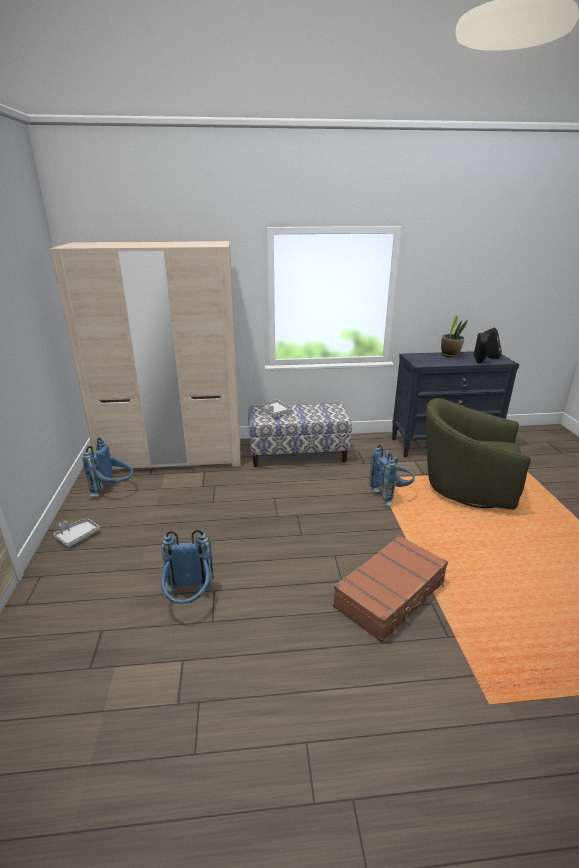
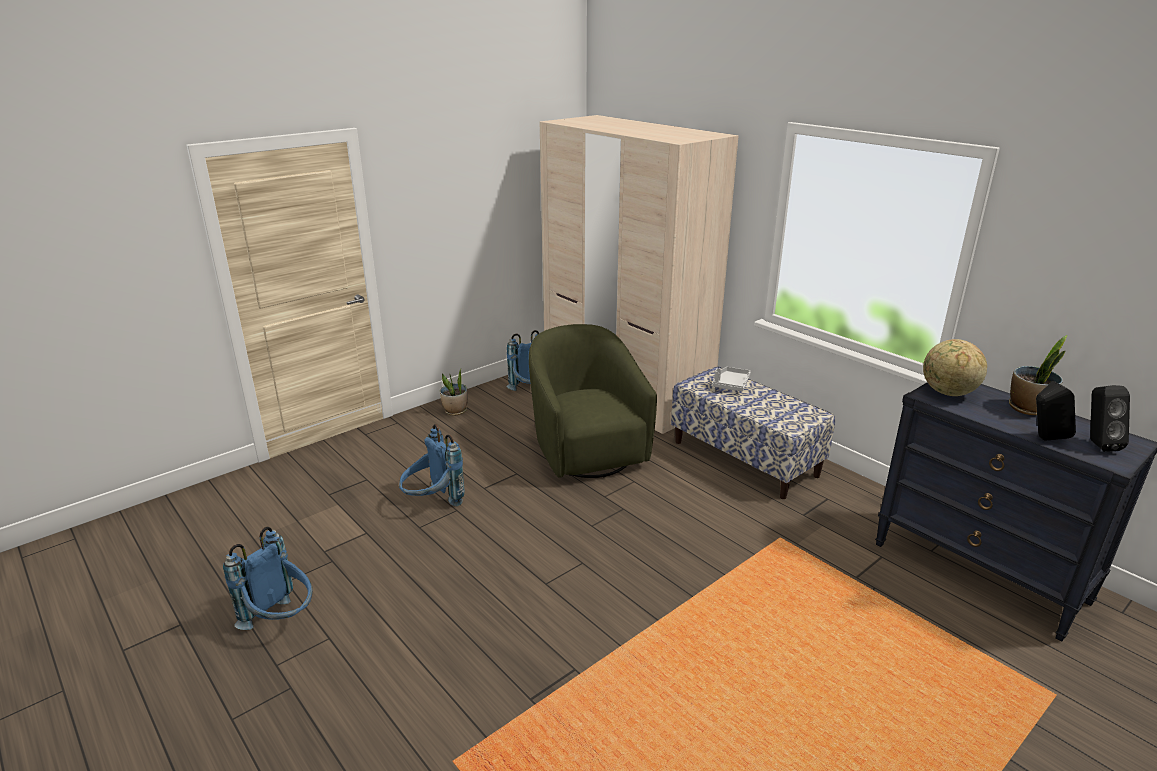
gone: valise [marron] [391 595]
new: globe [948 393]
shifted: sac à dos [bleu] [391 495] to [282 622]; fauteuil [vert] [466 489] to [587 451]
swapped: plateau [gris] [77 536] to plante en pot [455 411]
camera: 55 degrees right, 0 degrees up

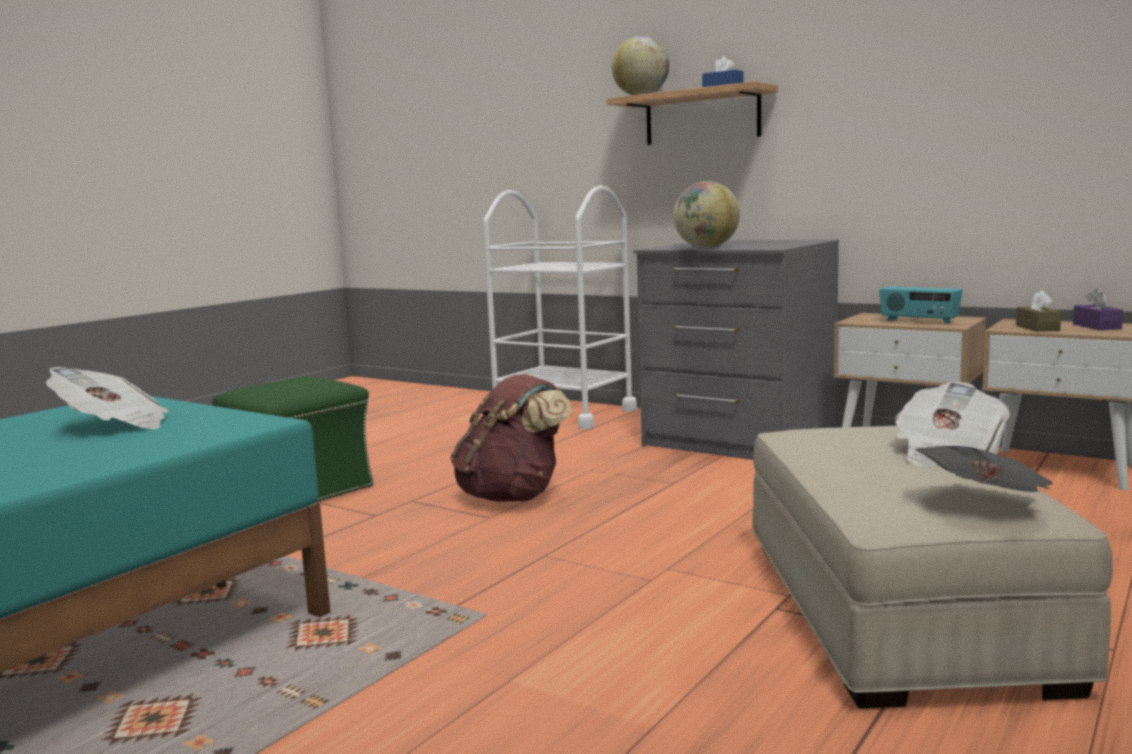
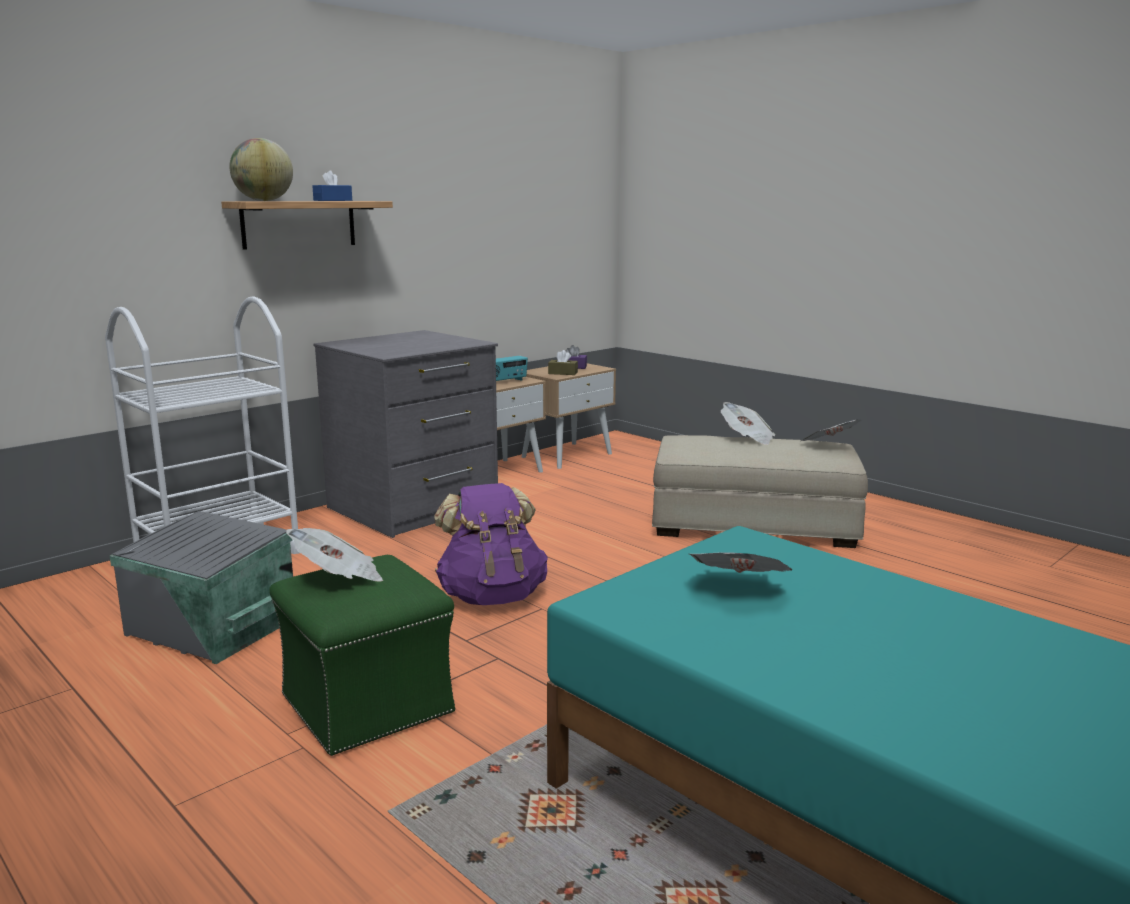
gone: globe [706 247]
new: boîte de rangement [gris] [211 627]; journal [338 577]
repainted: sac à dos [marron] [513 496] to sac à dos [violet] [492 596]
camera: 80 degrees left, 5 degrees up

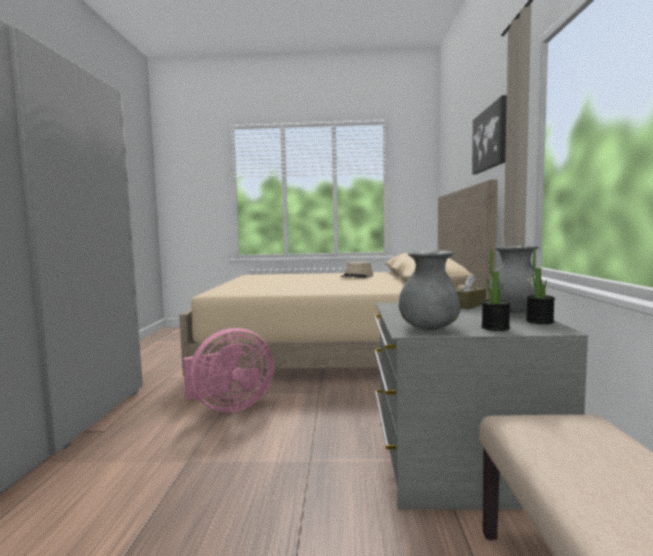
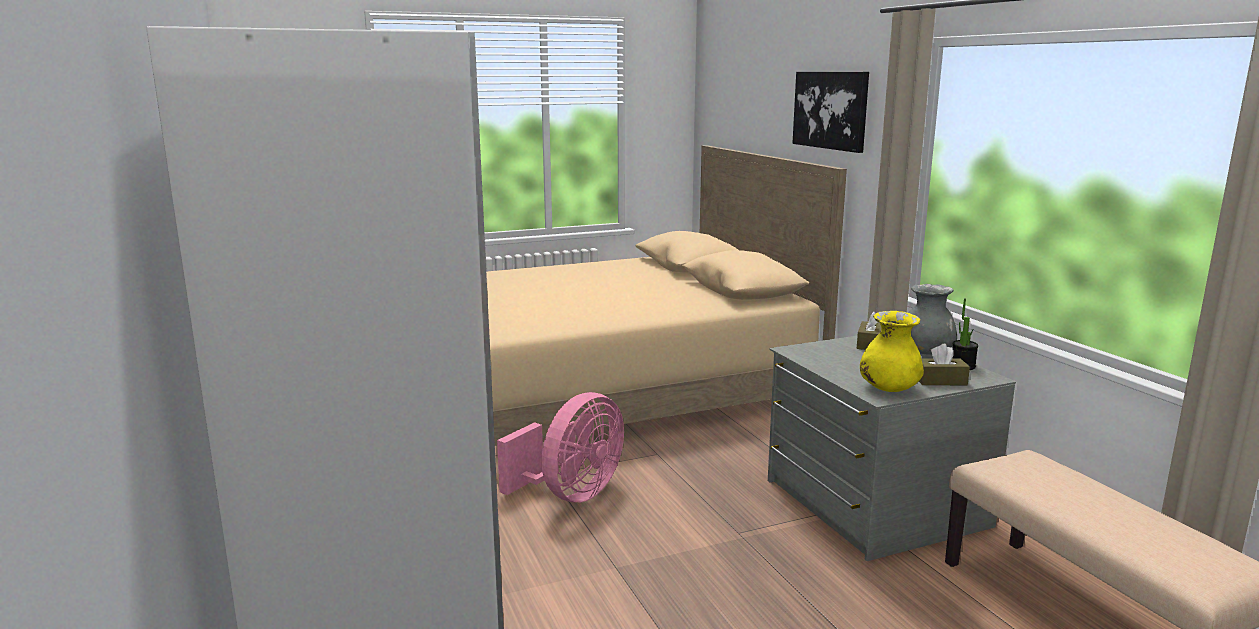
gone: chapeau [beige] [357 277]
swapped: plante en pot [495 328] to boîte à mouchoirs [marron] [940 381]
repainted: vase [gris] [429 328] to vase [jaune] [888 388]
camera: 25 degrees left, 10 degrees up

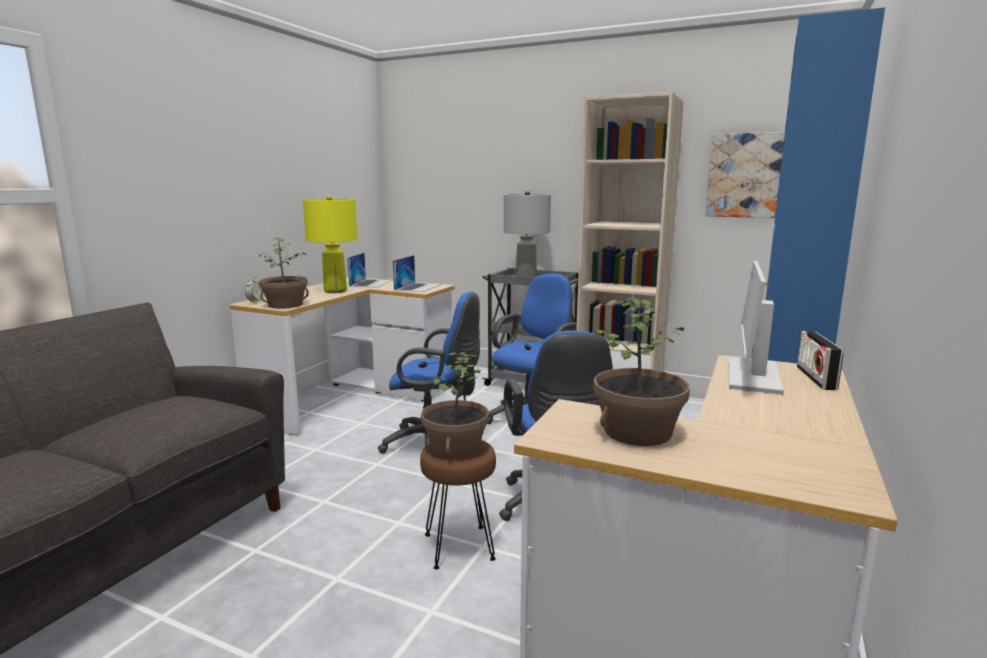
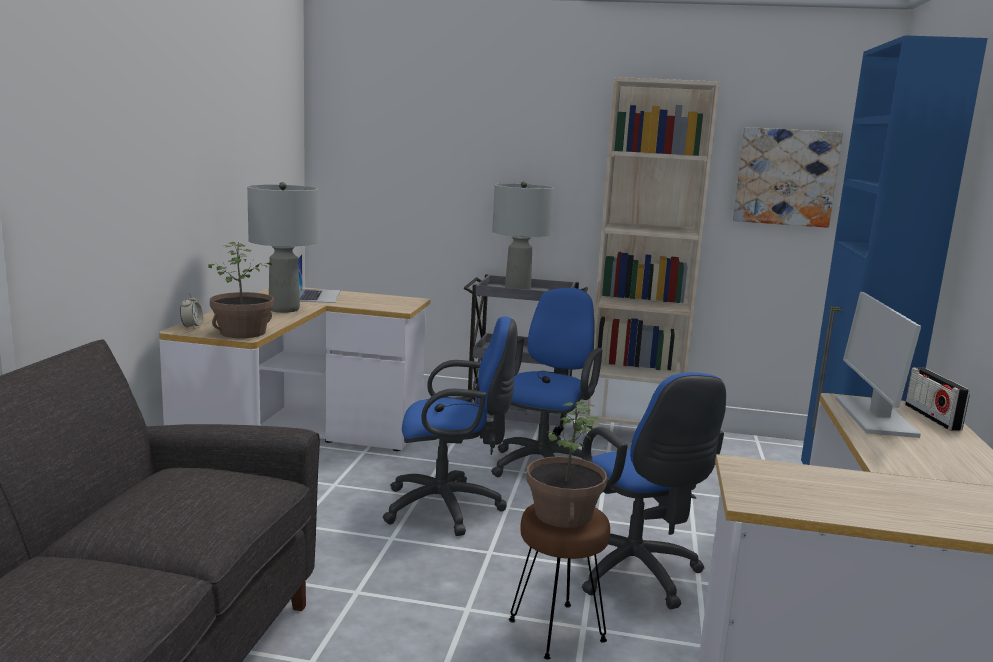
gone: ordinateur portable [418 287]; plante en pot [638 432]
repainted: lampe de table [jaune] [335 291] to lampe de table [gris] [283 309]
camera: 15 degrees left, 0 degrees up

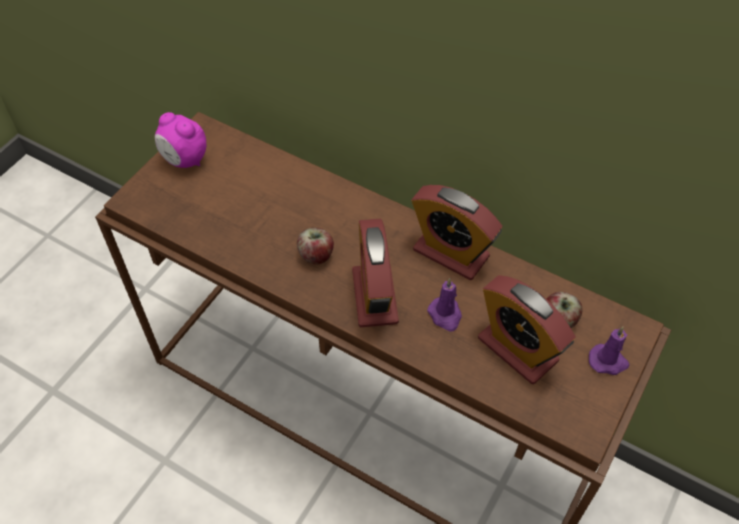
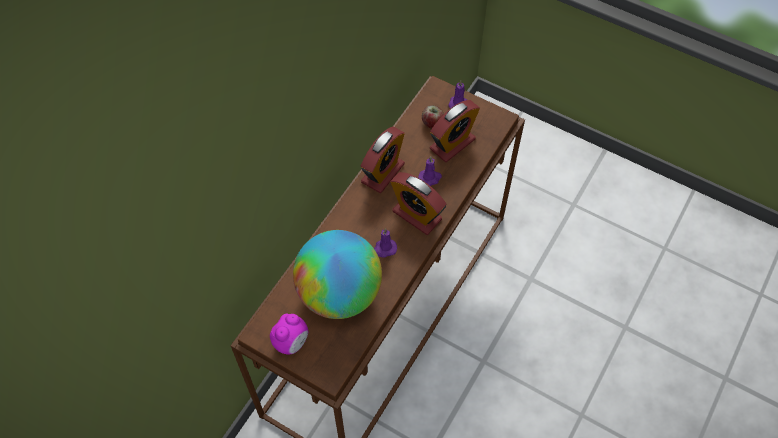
new: globe [339 293]
swapped: pomme [316 255] to bougie [violet] [384 249]
rotated: réveil [374 296] = [417 215] 45 degrees clockwise
camera: 90 degrees left, 5 degrees up

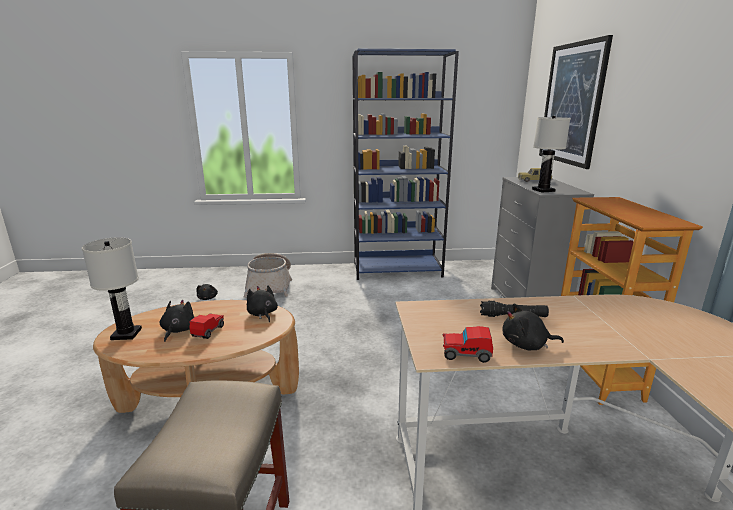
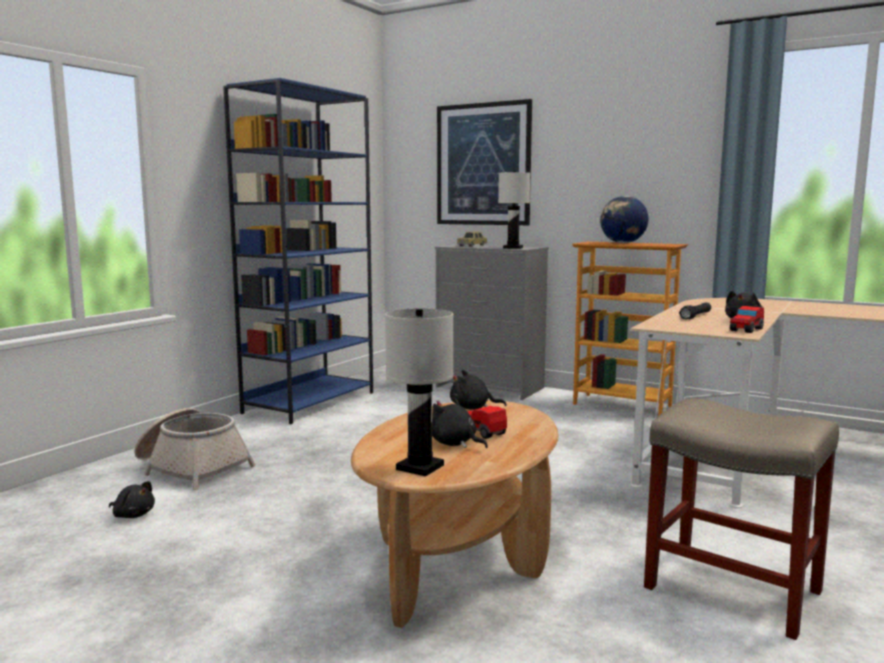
new: globe [623 243]
camera: 55 degrees left, 10 degrees down

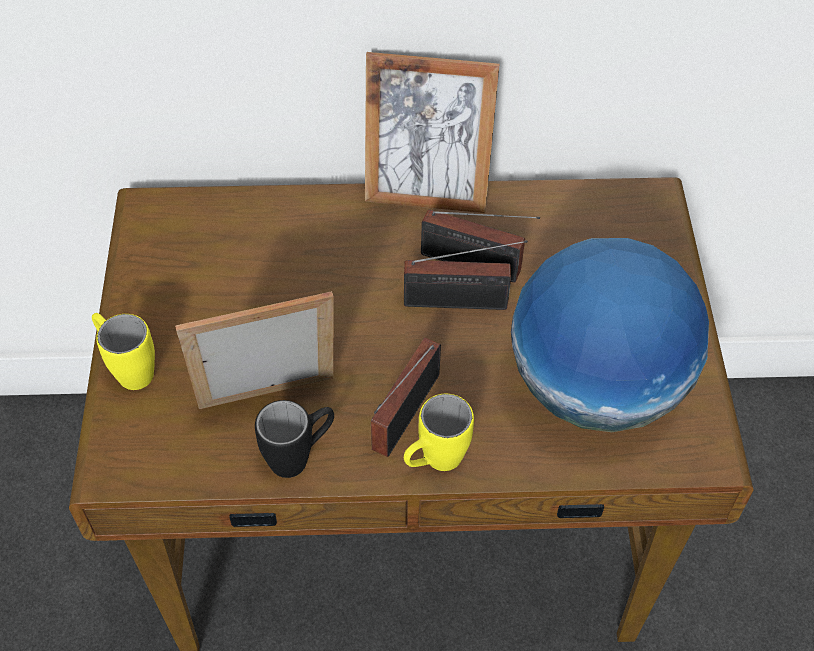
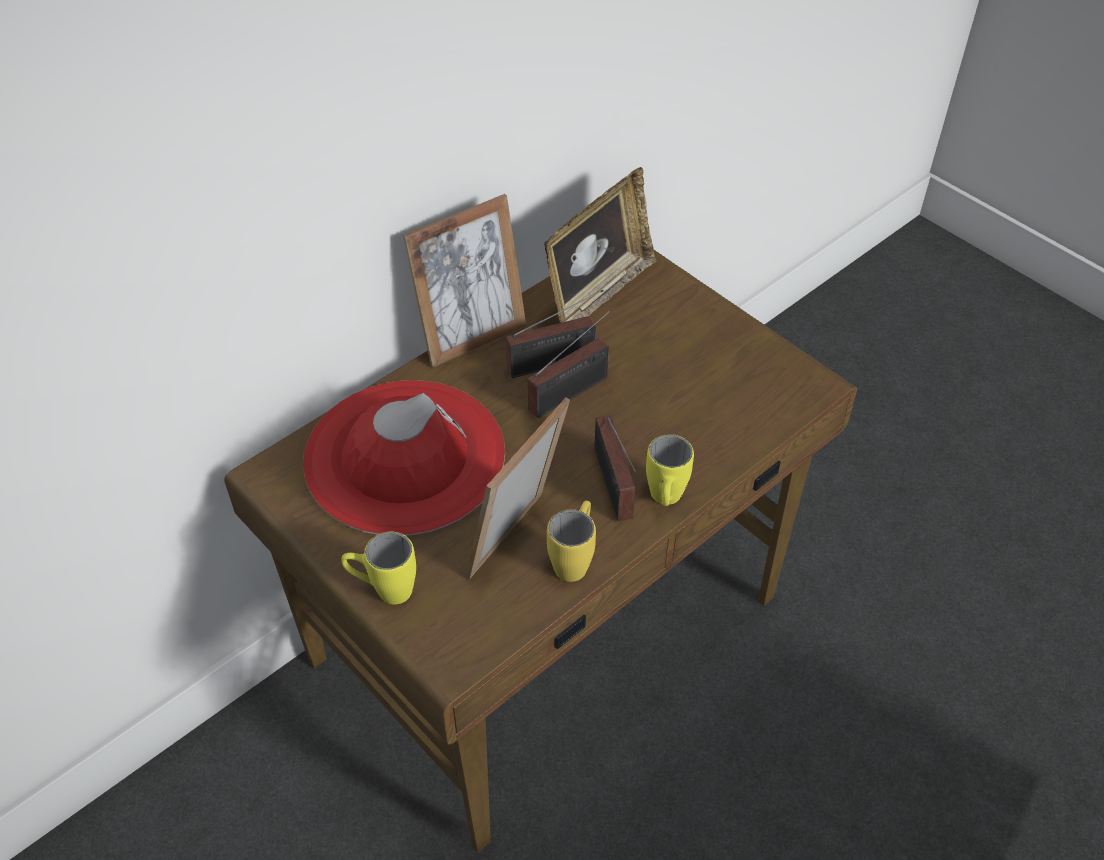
gone: globe [596 387]
new: chapeau [rouge] [404 456]; cadre photo [598 293]
repainted: mug [noir] [300 456] to mug [jaune] [574 559]
camera: 40 degrees left, 5 degrees down

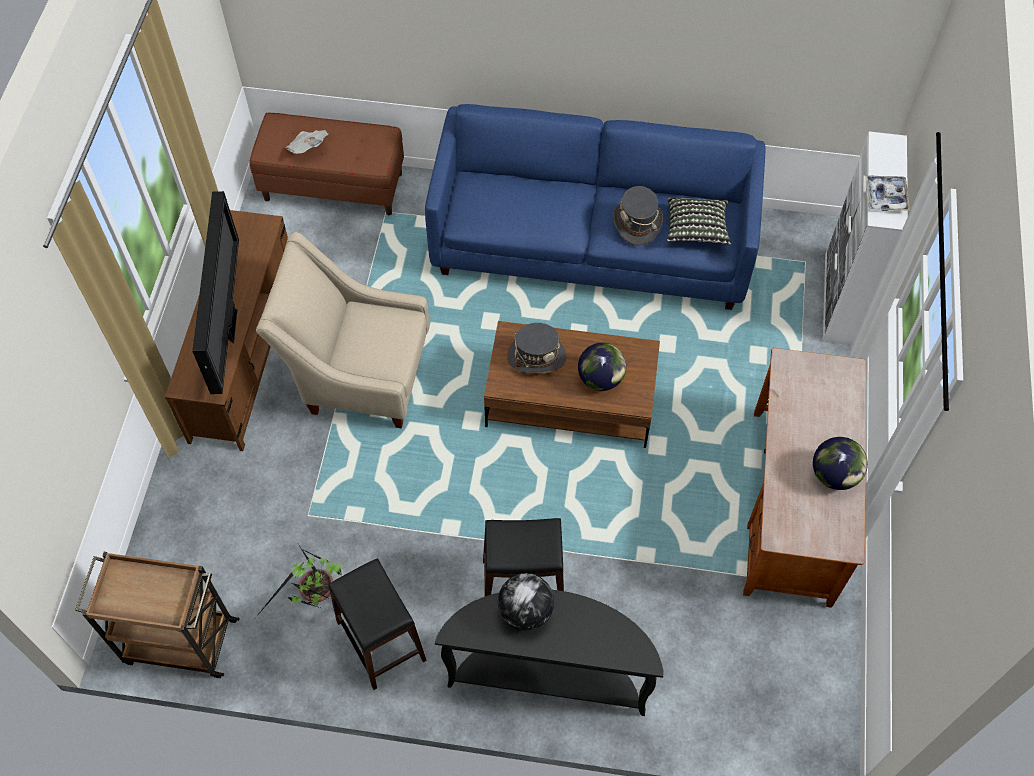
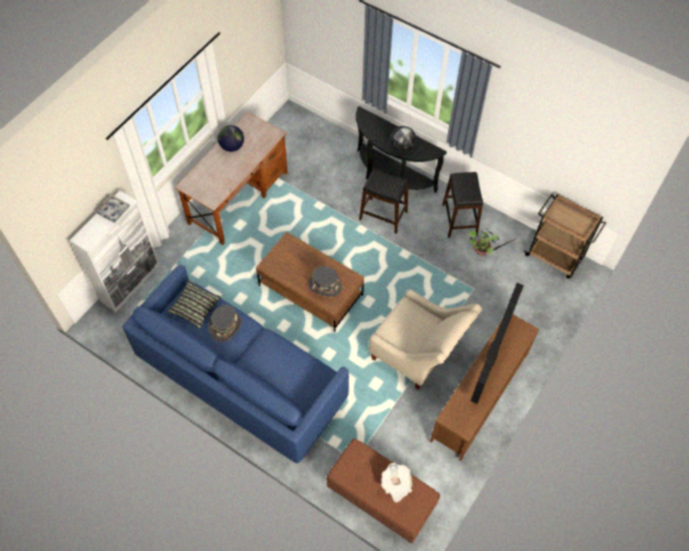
gone: globe [601 379]
camera: 155 degrees left, 0 degrees up

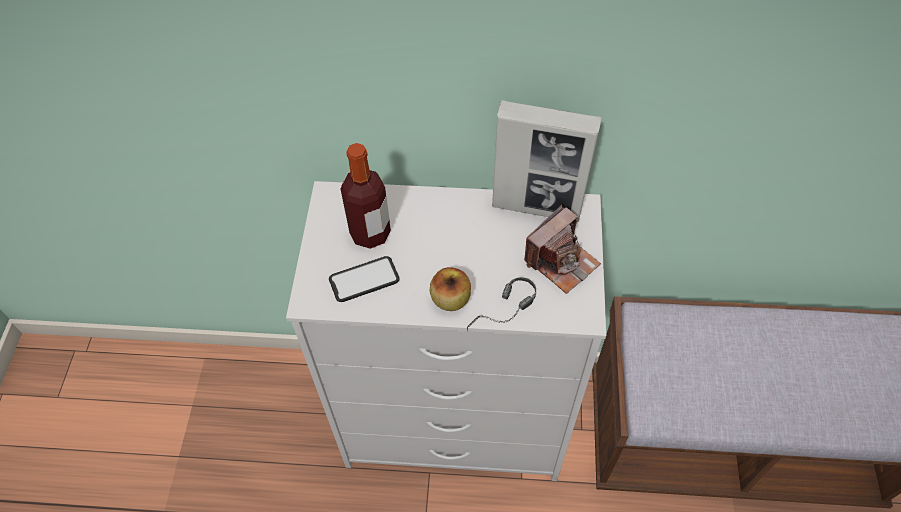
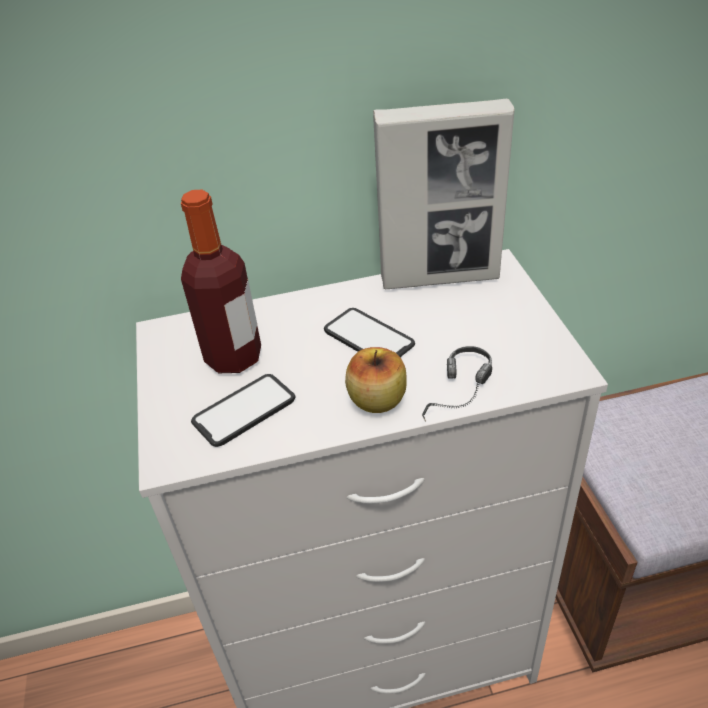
gone: appareil photo [561 261]
new: téléphone [368 337]
camera: 15 degrees left, 15 degrees down

